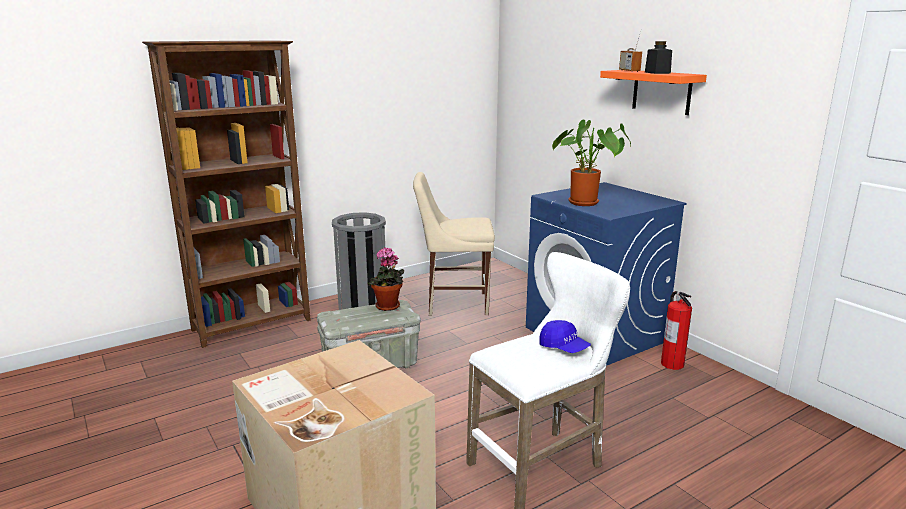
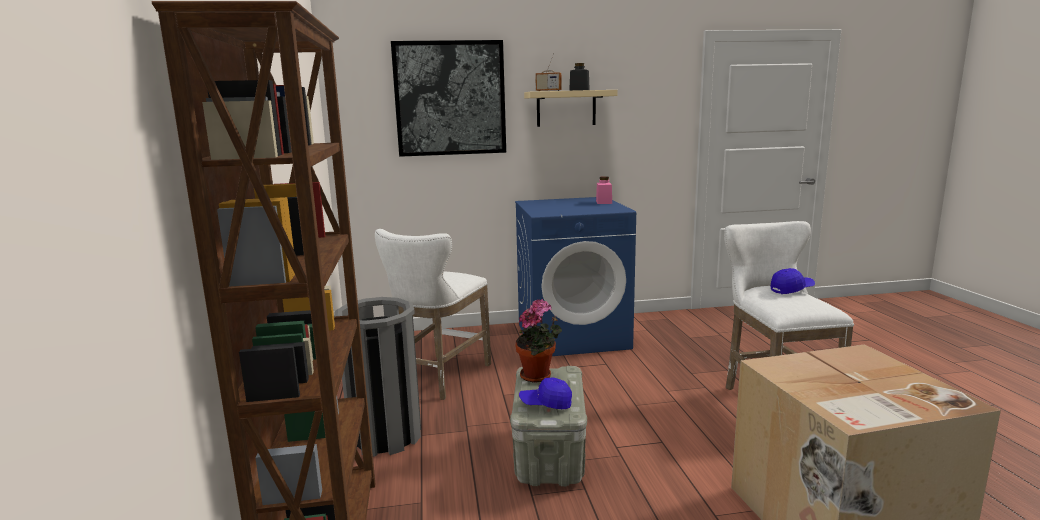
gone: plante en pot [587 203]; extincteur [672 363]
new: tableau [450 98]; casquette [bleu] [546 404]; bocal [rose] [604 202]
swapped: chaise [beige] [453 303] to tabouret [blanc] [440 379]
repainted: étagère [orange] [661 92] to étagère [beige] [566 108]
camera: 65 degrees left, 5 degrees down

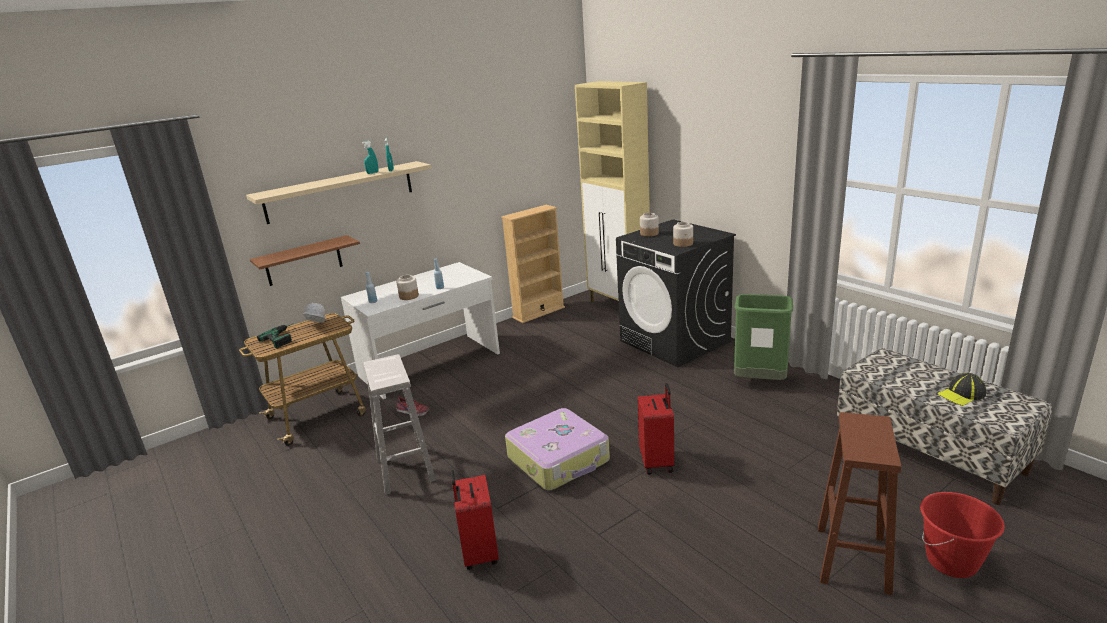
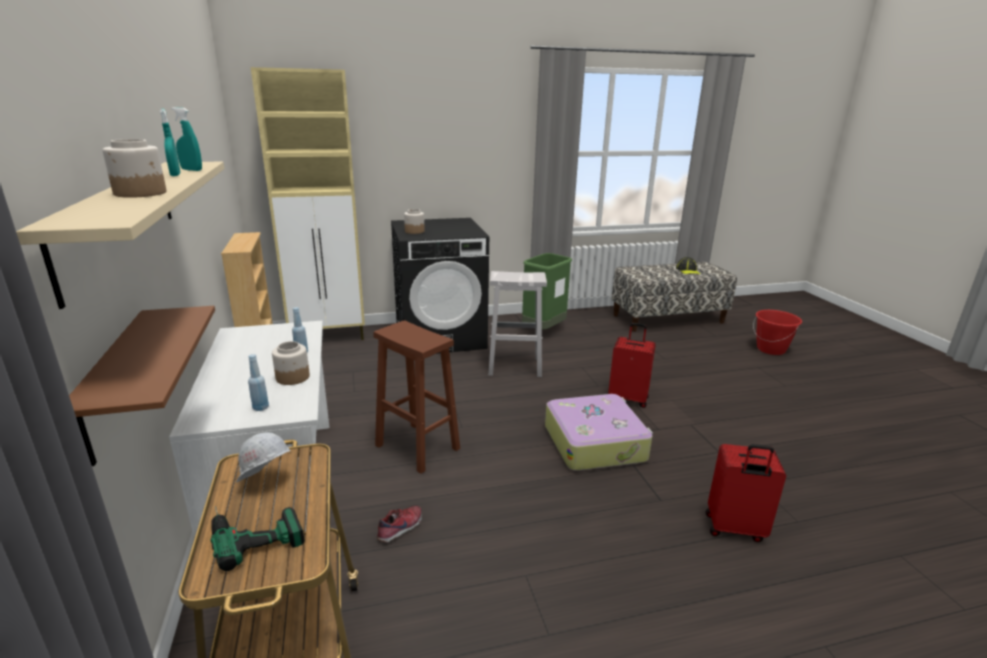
shifted: tabouret [blanc] [405 469] to [513 366]; bocal [683 244] to [141 193]; tabouret [marron] [853 560] to [418 447]
camera: 70 degrees left, 0 degrees up

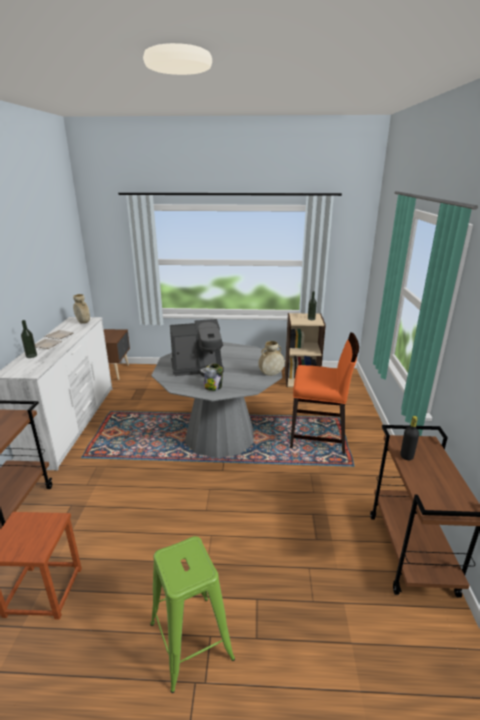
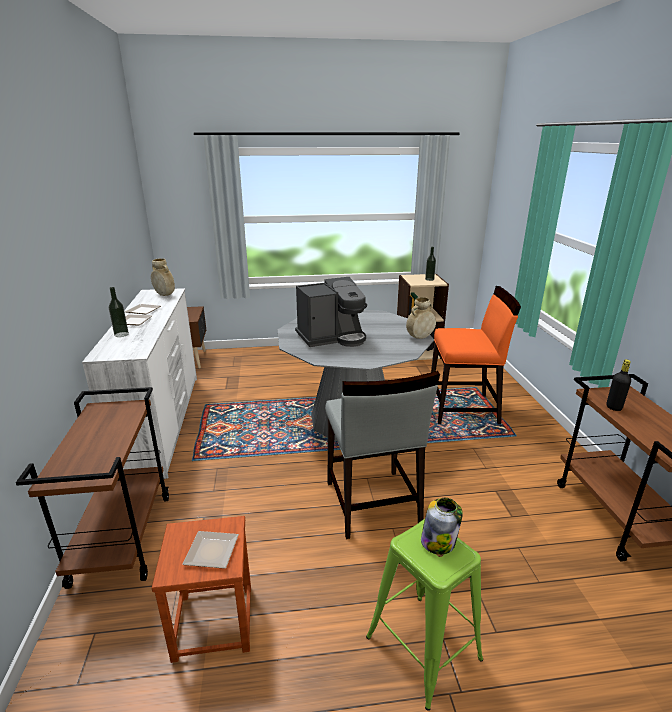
new: assiette [213 553]; chaise [gris] [372 503]
shifted: bocal [213 387] to [438 541]
camera: 10 degrees left, 0 degrees up

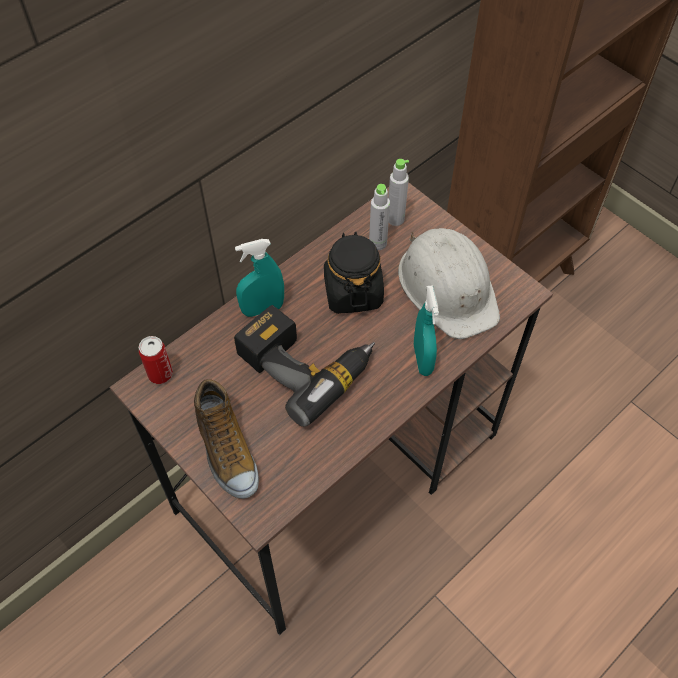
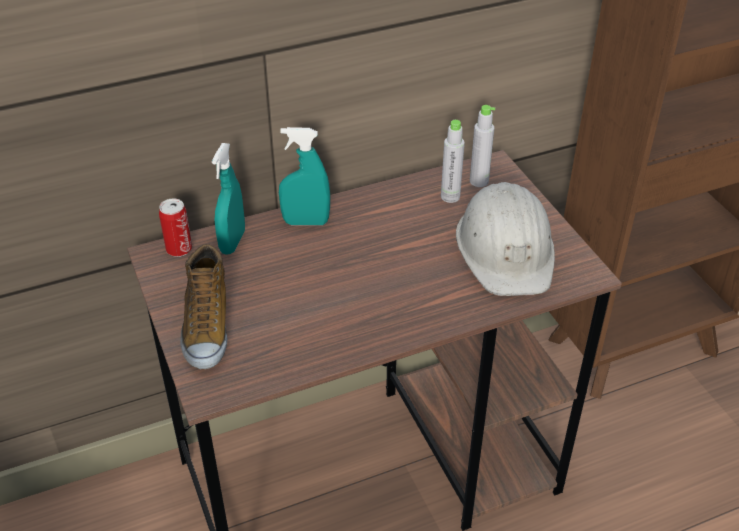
gone: perceuse [305 364]; bocal [noir] [353 292]
shifted: vaporisateur [turquoise] [422 359] to [232 242]
camera: 20 degrees right, 15 degrees down

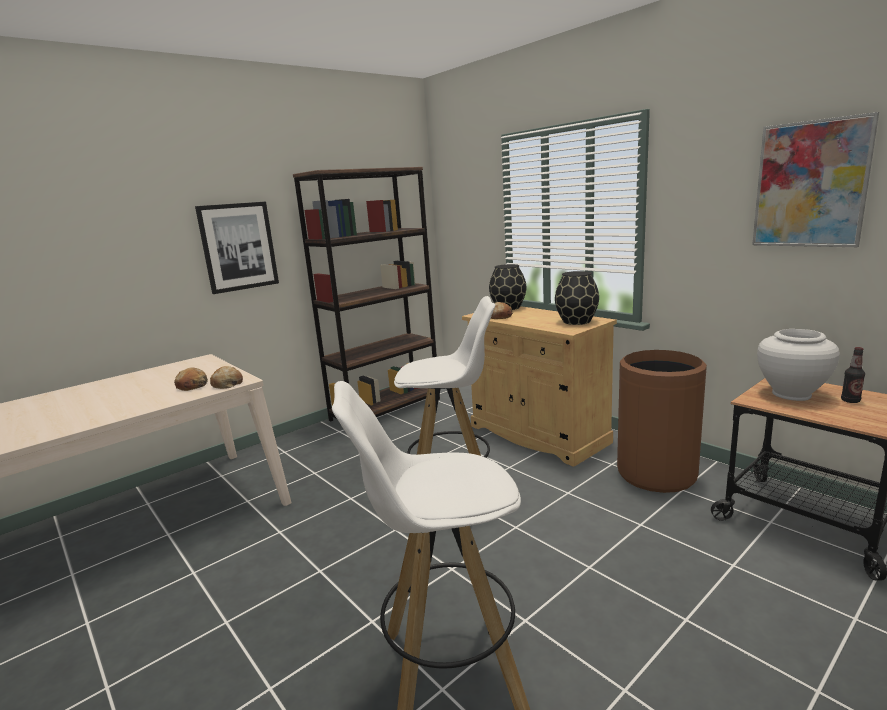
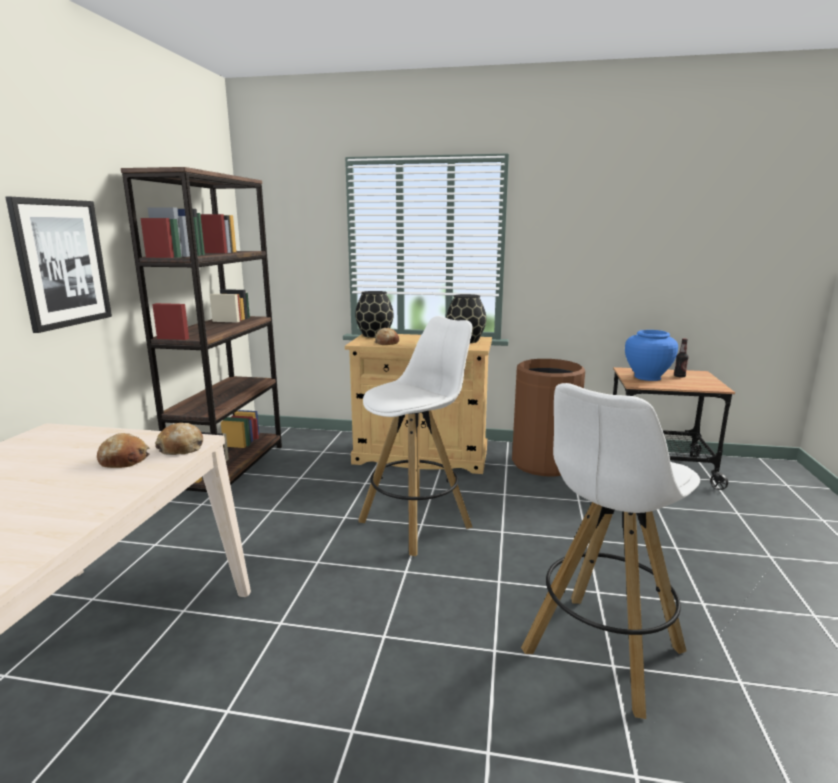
gone: tableau [810 184]
repainted: vase [blanc] [791 394] to vase [bleu] [647 377]
camera: 40 degrees left, 0 degrees up

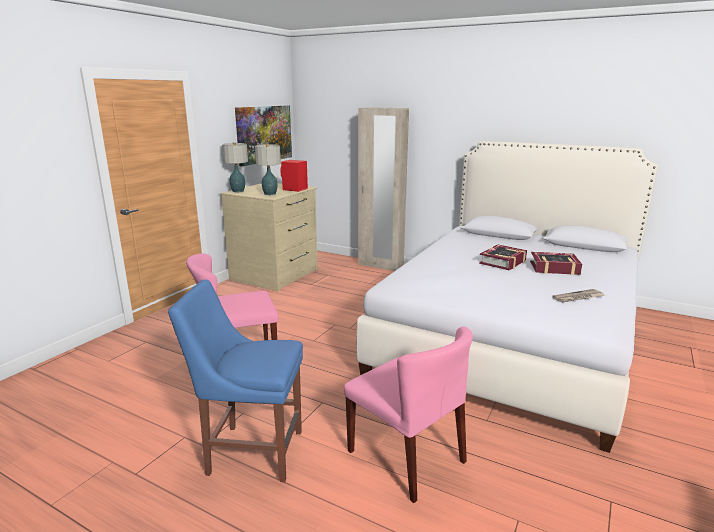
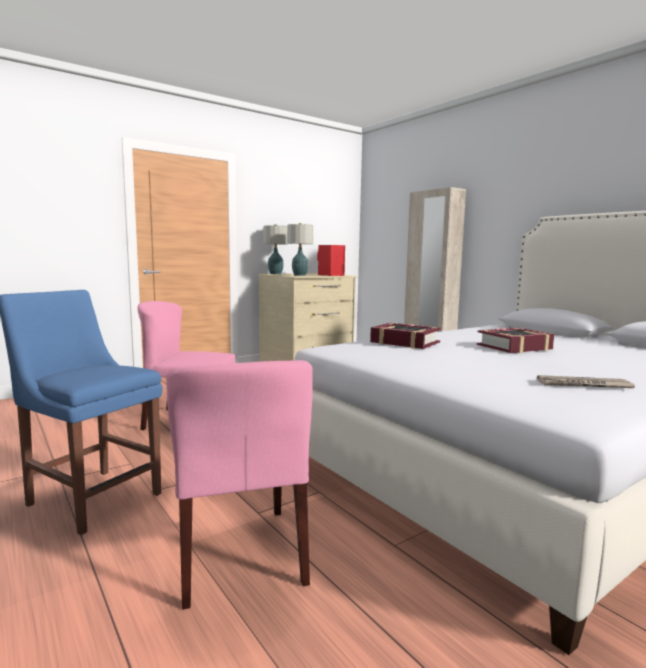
gone: tableau [264 134]
shifted: livre [554 268] to [405 342]
camera: 25 degrees right, 10 degrees down

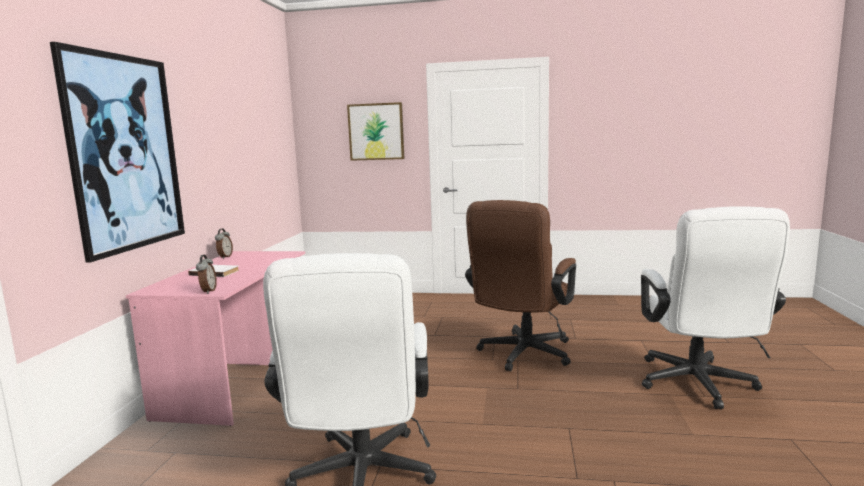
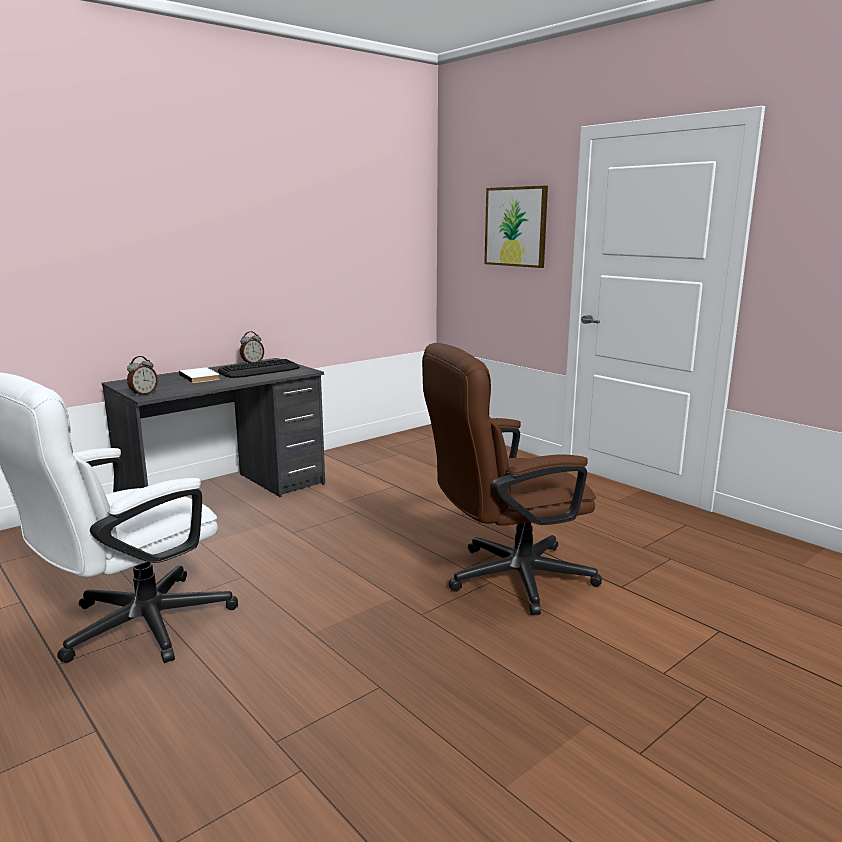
gone: tableau [125 153]; chaise de bureau [blanc] [699 386]
new: clavier [259 370]
repainted: bureau [rose] [239 379] to bureau [gris] [226 495]
camera: 40 degrees right, 5 degrees up

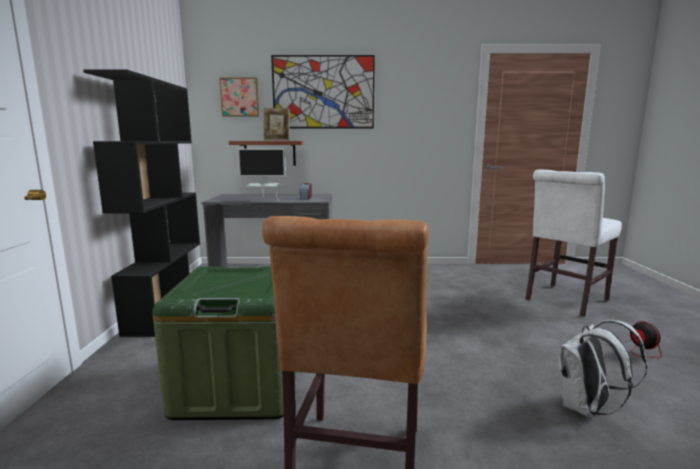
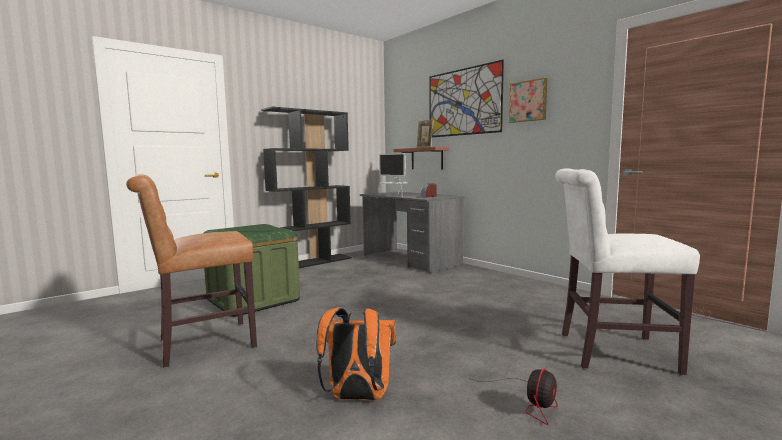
shifted: tableau [240 97] to [528 101]
repainted: sac à dos [blanc] [587 409] to sac à dos [orange] [357 397]
camera: 50 degrees right, 5 degrees down

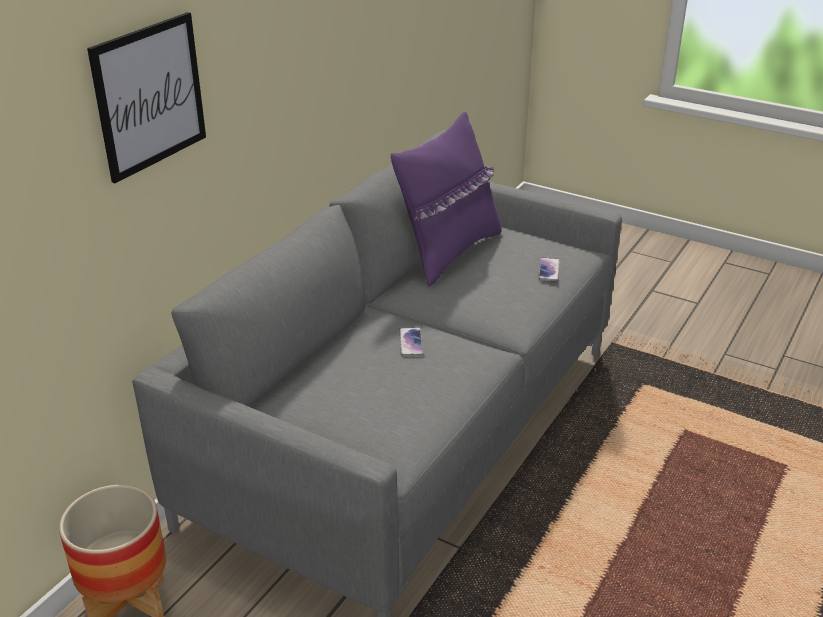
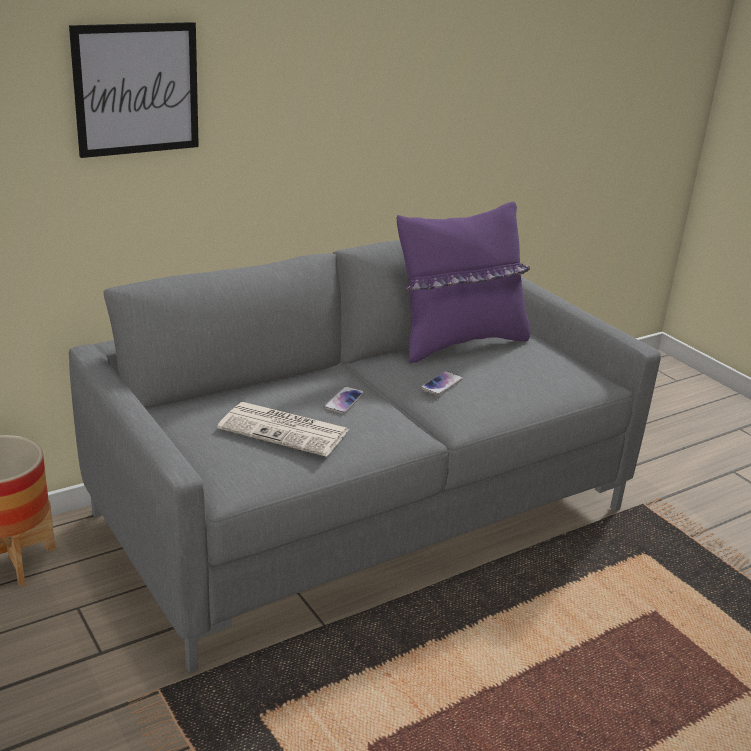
new: journal [286 430]
shifted: téléphone [549 270] to [442 384]
camera: 25 degrees right, 5 degrees down

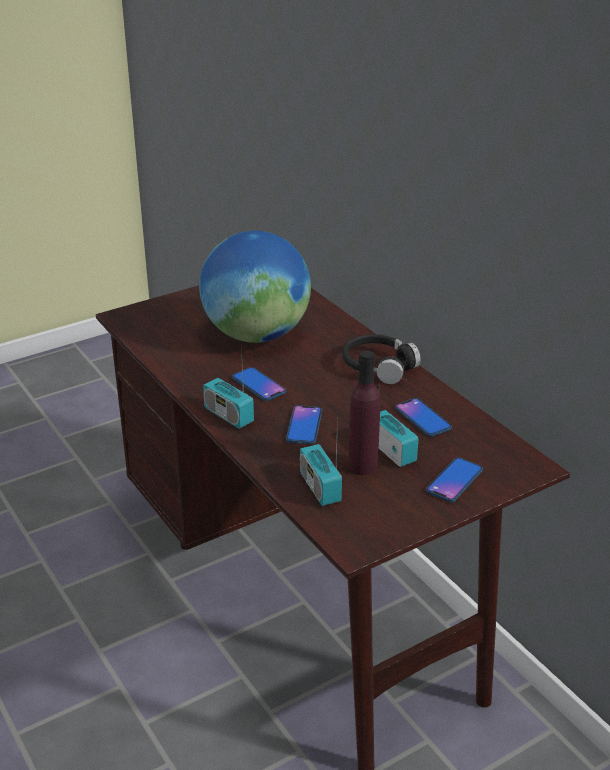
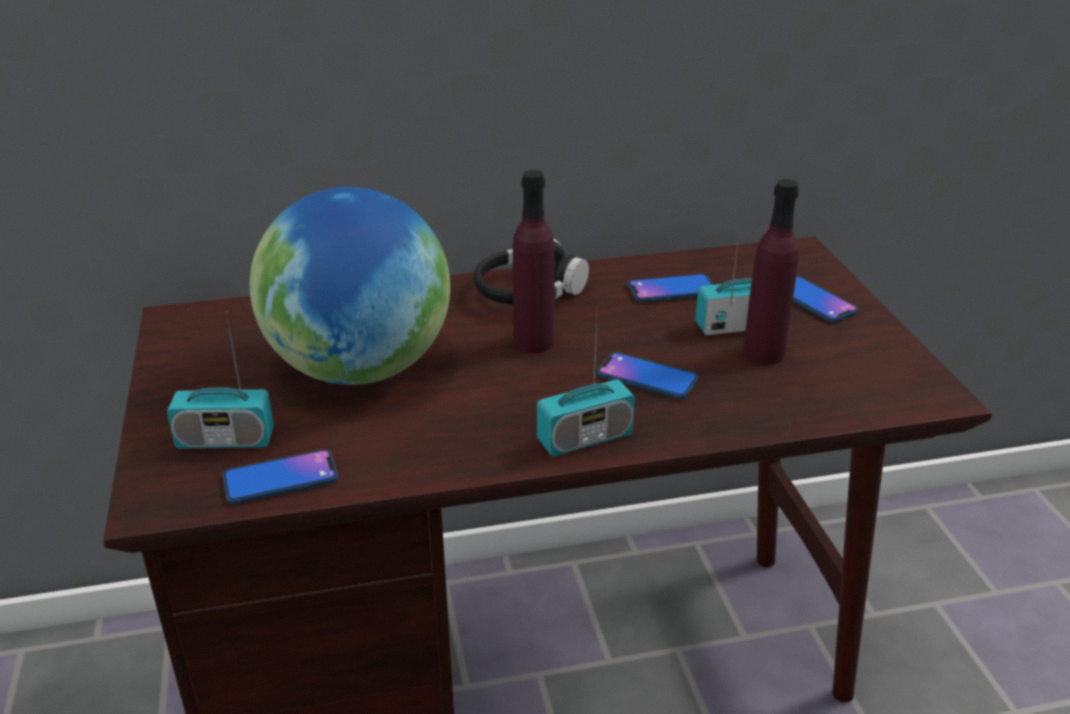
new: bouteille [violet] [533 342]
shifted: téléphone [258 385] to [280 478]; radio [320 488] to [225 440]
camera: 70 degrees left, 0 degrees up

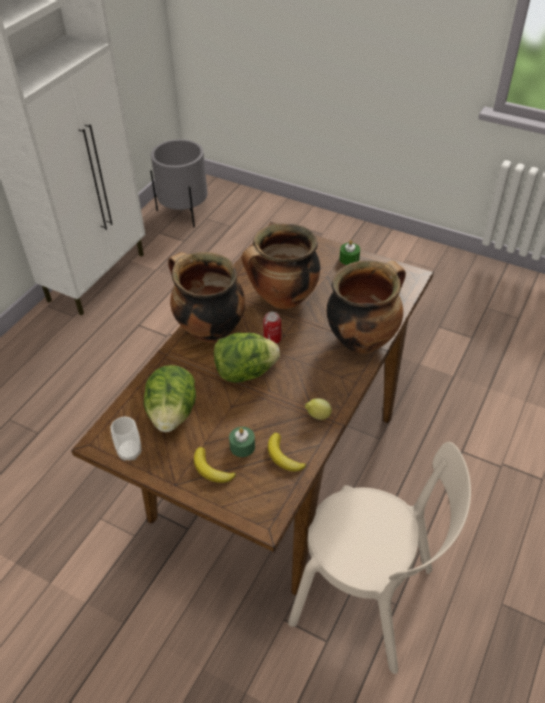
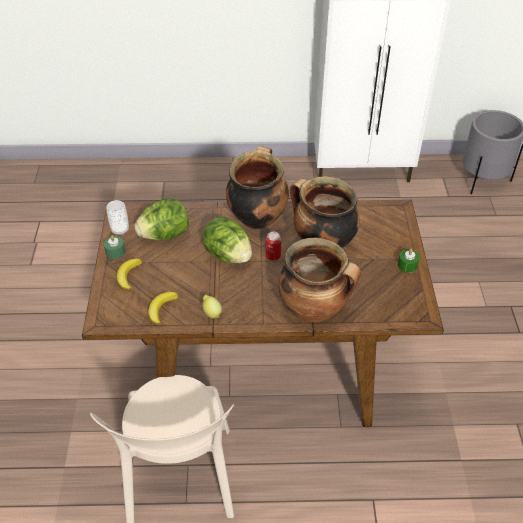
shifted: bougie [vert] [242 446] to [115 252]
camera: 60 degrees right, 0 degrees up

